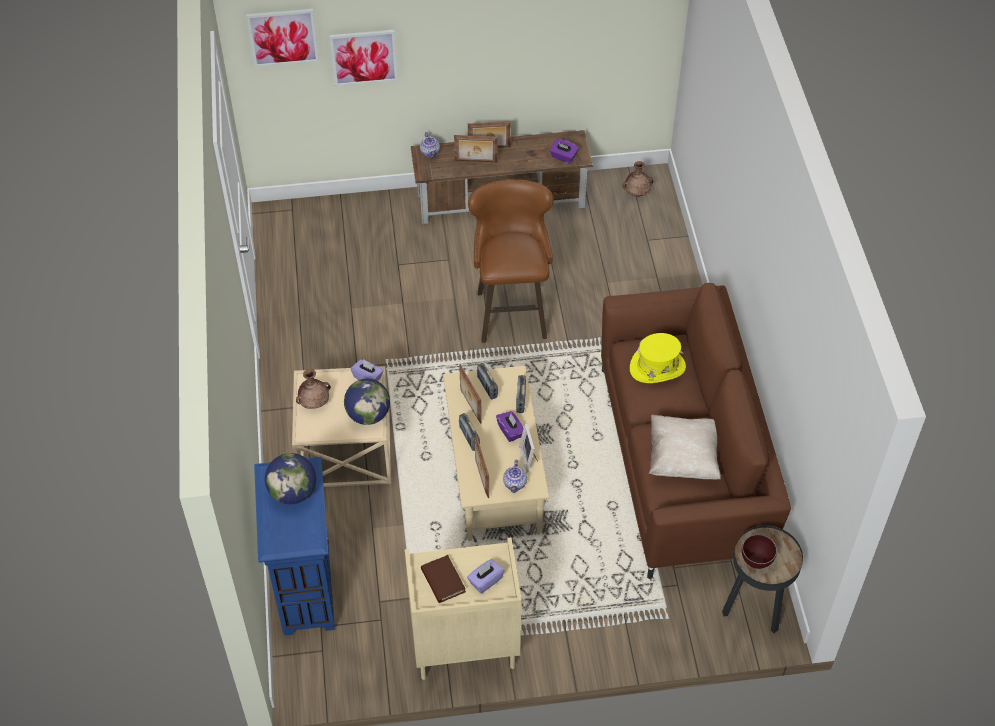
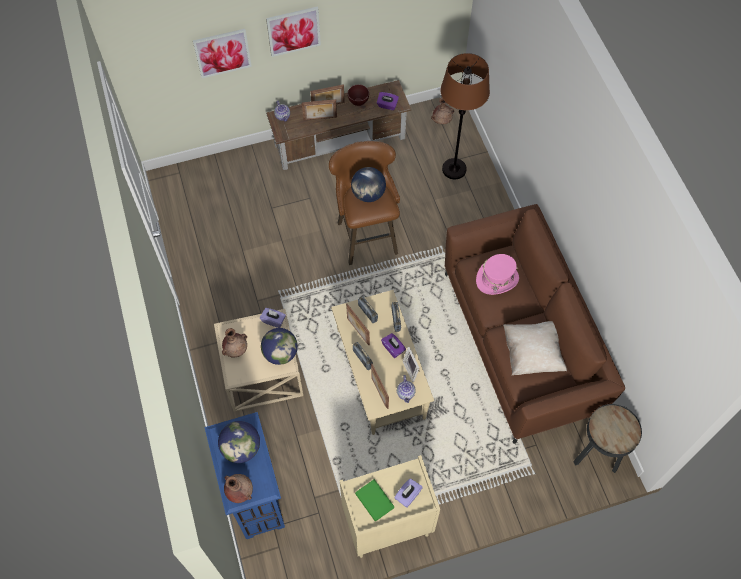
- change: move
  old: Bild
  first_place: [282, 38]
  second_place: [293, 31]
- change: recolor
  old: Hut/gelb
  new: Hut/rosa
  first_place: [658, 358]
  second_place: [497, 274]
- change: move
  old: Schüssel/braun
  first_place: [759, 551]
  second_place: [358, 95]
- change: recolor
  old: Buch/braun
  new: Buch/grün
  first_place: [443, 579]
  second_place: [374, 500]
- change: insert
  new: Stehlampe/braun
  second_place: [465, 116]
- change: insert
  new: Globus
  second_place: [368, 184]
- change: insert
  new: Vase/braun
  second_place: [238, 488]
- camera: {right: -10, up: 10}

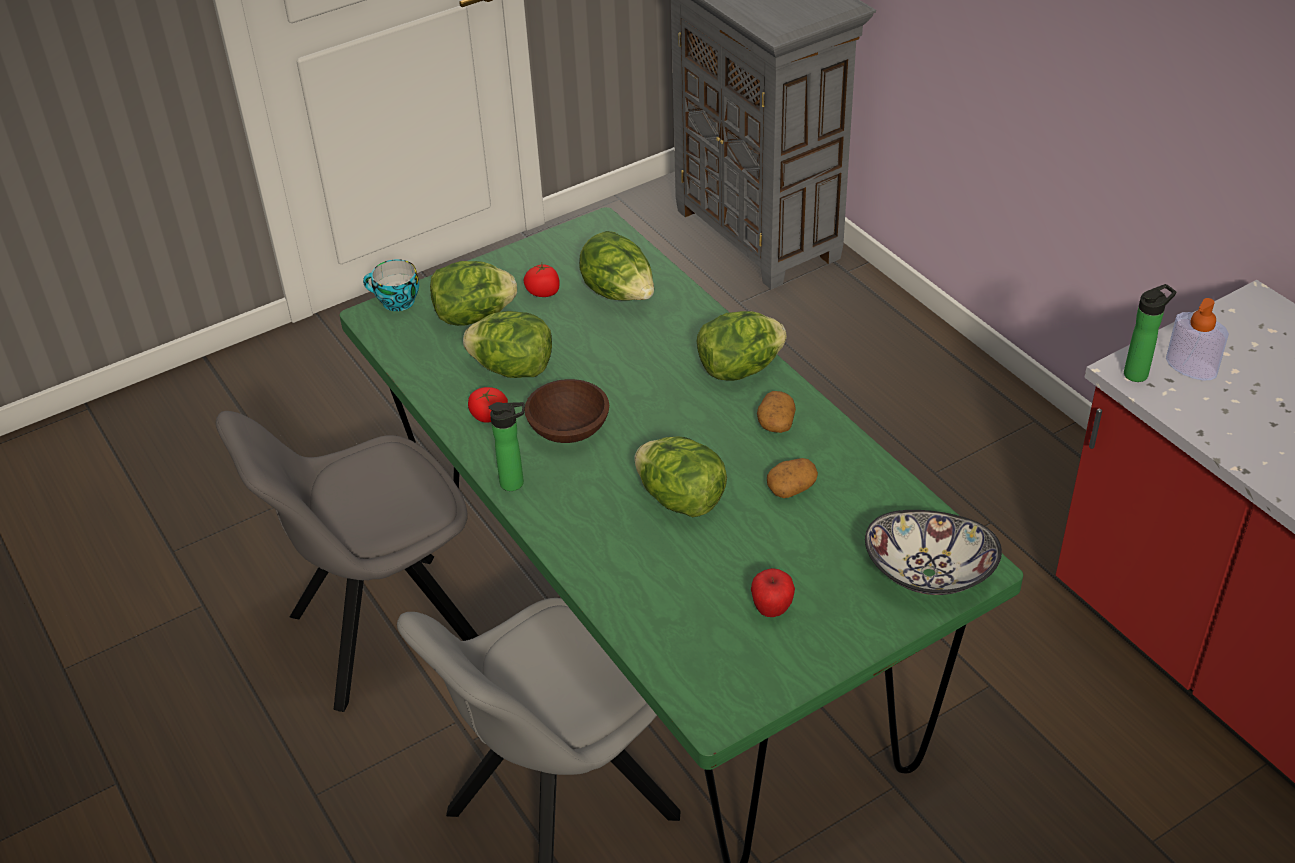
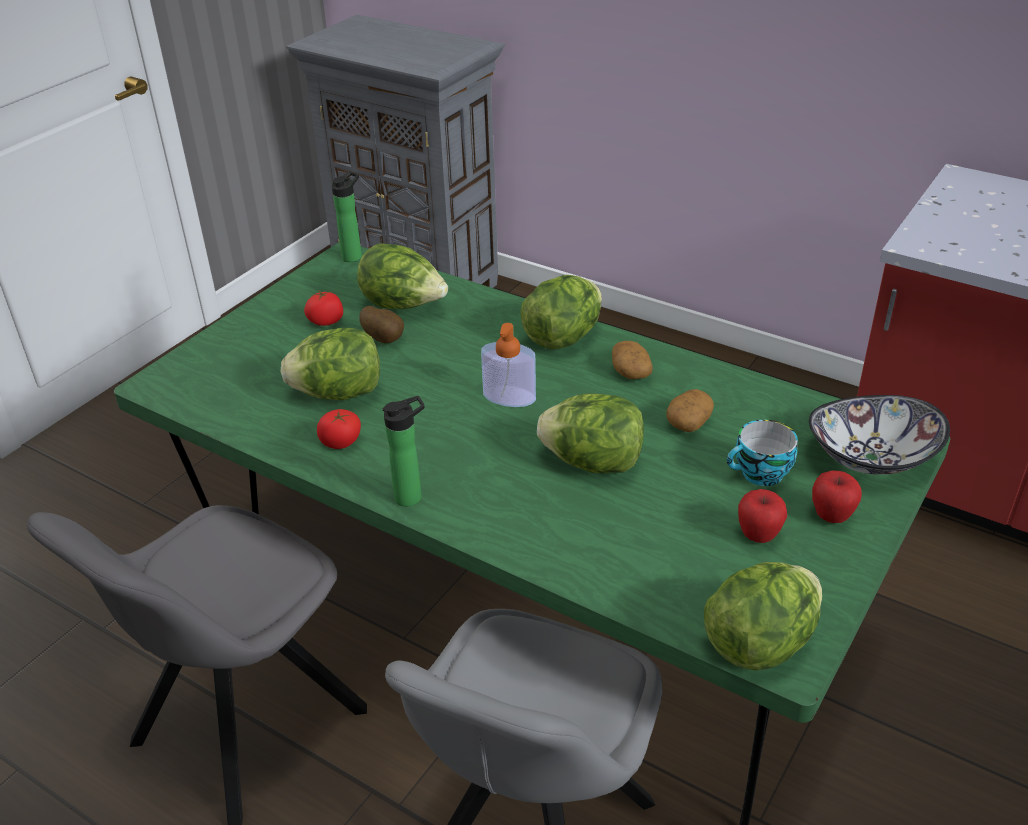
- change: move
  old: Tasse
  first_place: [391, 285]
  second_place: [762, 453]
- change: move
  old: Salatkopf
  first_place: [473, 293]
  second_place: [763, 616]
- change: move
  old: Flasche
  first_place: [1150, 333]
  second_place: [347, 217]
- change: move
  old: Seifenspender
  first_place: [1197, 339]
  second_place: [508, 365]
- change: delete
  old: Schüssel/braun
  first_place: [567, 411]
- change: insert
  new: Kartoffel
  second_place: [381, 324]
- change: insert
  new: Apfel
  second_place: [837, 497]
- camera: {right: -25, up: -5}

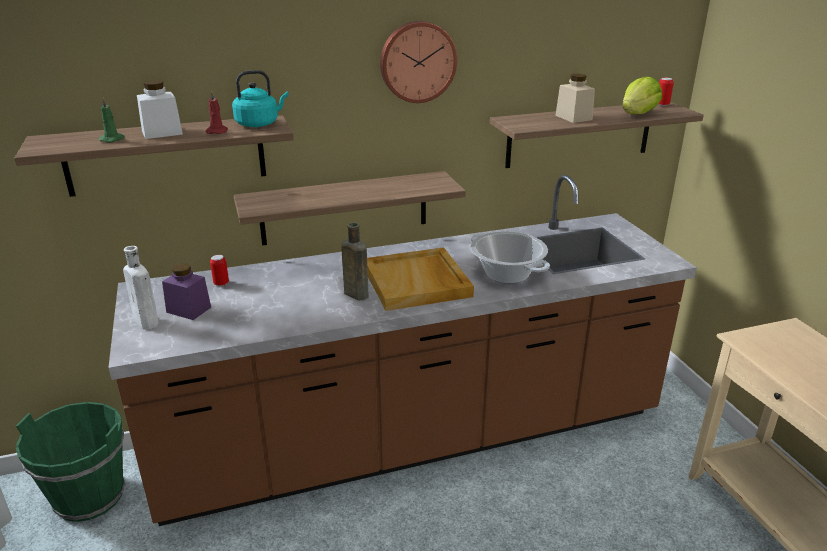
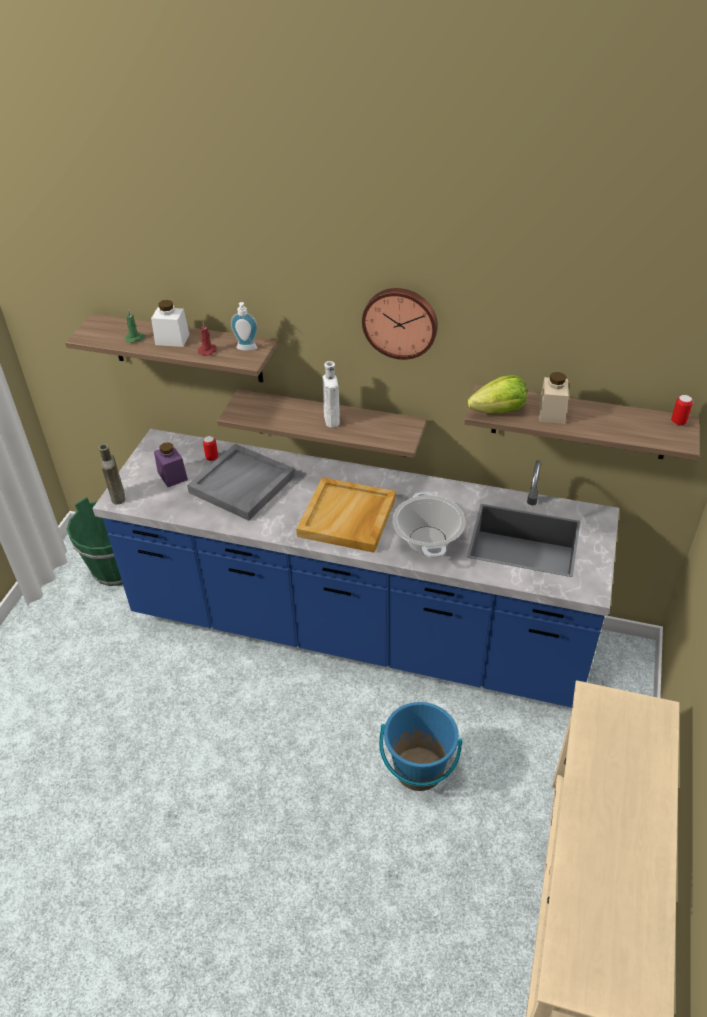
- change: replace
  old: Wasserkessel/türkis
  new: Seifenspender
  first_place: [260, 98]
  second_place: [244, 326]
- change: move
  old: Salatkopf
  first_place: [642, 95]
  second_place: [497, 394]
- change: recolor
  old: Küchenzeile/braun
  new: Küchenzeile/blau
  first_place: [402, 350]
  second_place: [355, 568]
- change: move
  old: Flasche/braun
  first_place: [354, 261]
  second_place: [112, 474]
- change: move
  old: Flasche/weiß
  first_place: [141, 288]
  second_place: [331, 394]
- change: insert
  new: Tablett/grau
  second_place: [241, 482]
- change: insert
  new: Eimer/blau
  second_place: [421, 746]
- camera: {right: 35, up: 15}

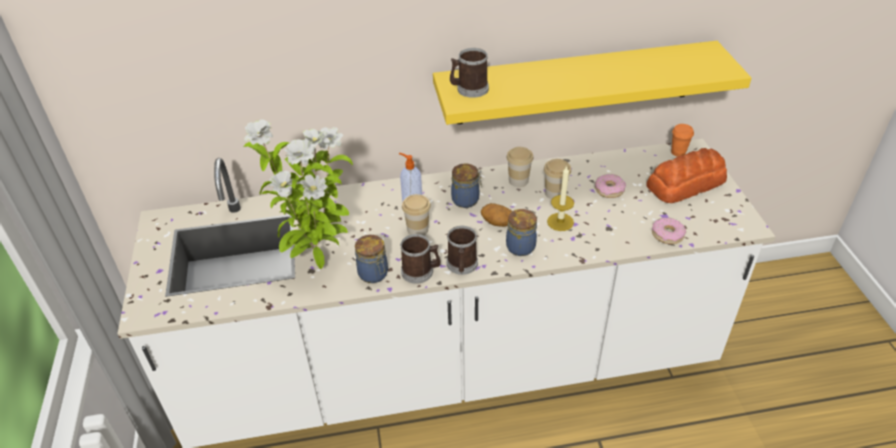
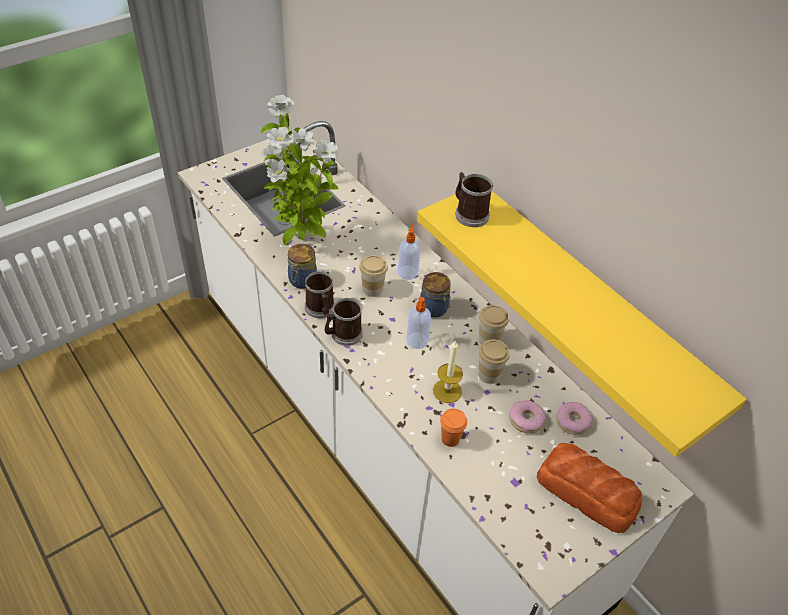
- change: move
  old: Tasse/orange
  first_place: [682, 140]
  second_place: [453, 427]
- change: replace
  old: Kartoffel
  new: Seifenspender
  first_place: [496, 215]
  second_place: [418, 323]
- change: delete
  old: Vorratsglas
  first_place: [521, 232]
- change: move
  old: Donut
  first_place: [669, 231]
  second_place: [574, 418]
- camera: {right: 60, up: 5}

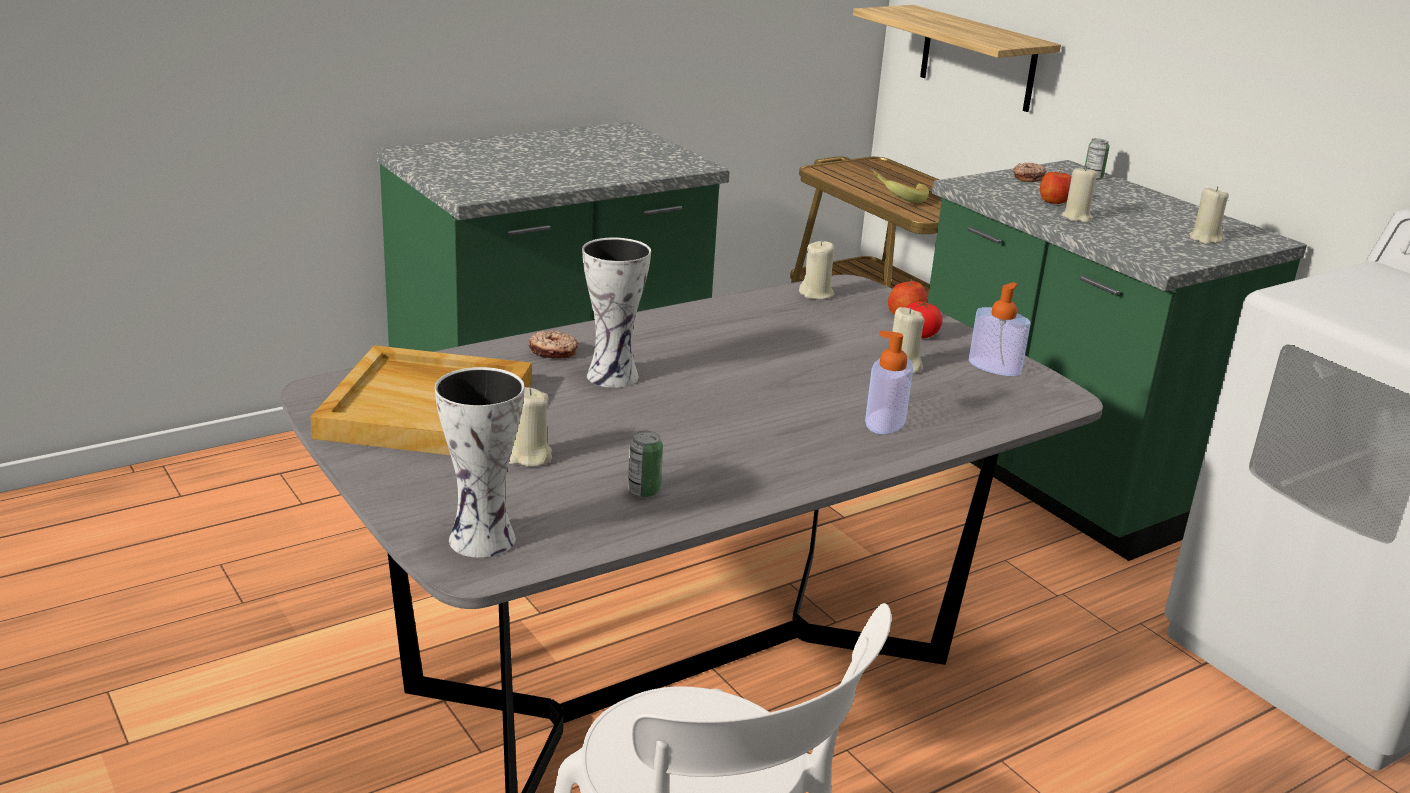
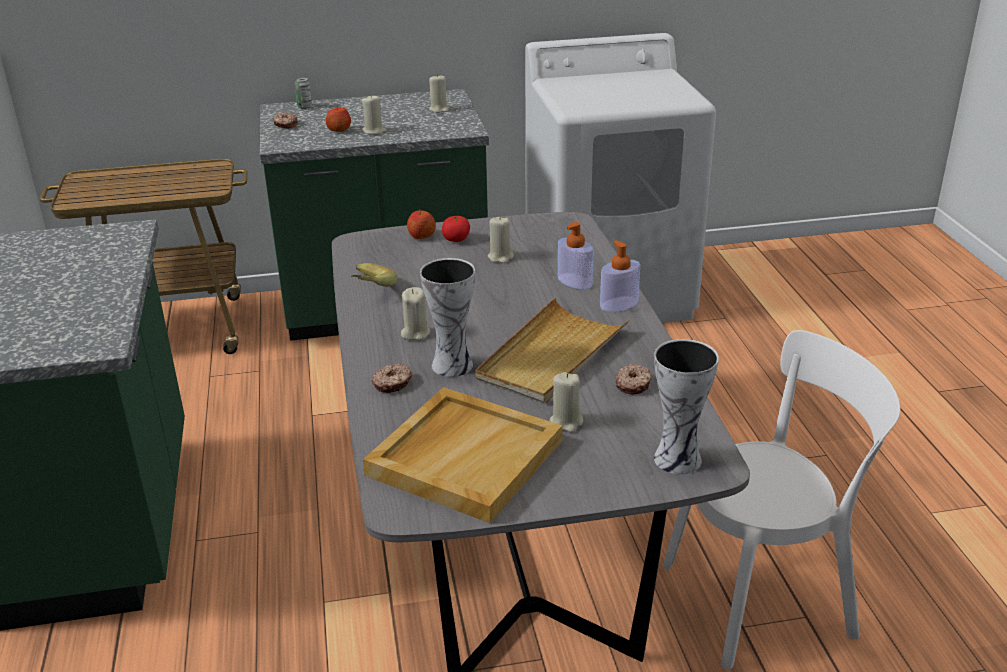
- change: delete
  old: Wandregal
  first_place: [957, 58]
- change: move
  old: Banane
  first_place: [899, 185]
  second_place: [374, 275]
- change: move
  old: Kerze/beige
  first_place: [816, 270]
  second_place: [415, 313]
- change: move
  old: Seifenspender
  first_place: [1000, 329]
  second_place: [620, 276]
- change: replace
  old: Dose
  new: Donut
  first_place: [645, 464]
  second_place: [633, 379]
- change: insert
  new: Tablett/beige
  second_place: [552, 350]
- camera: {right: -65, up: 5}

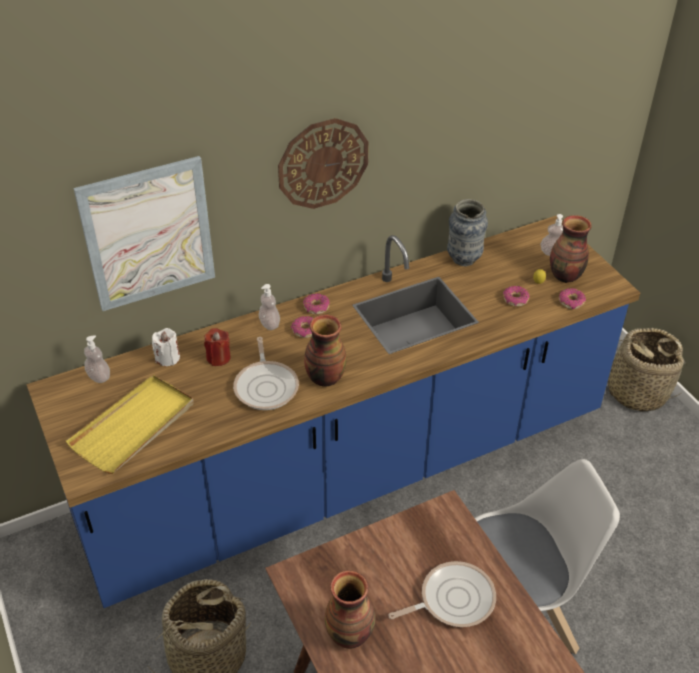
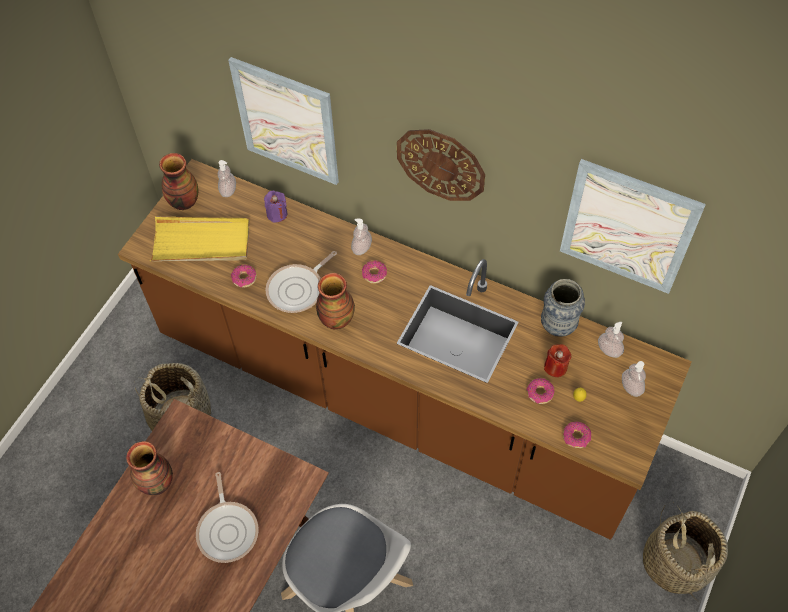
- change: recolor
  old: Küchenzeile/blau
  new: Küchenzeile/braun
  first_place: [333, 411]
  second_place: [405, 349]
- change: move
  old: Vase
  first_place: [571, 249]
  second_place: [178, 181]
- change: move
  old: Donut
  first_place: [316, 304]
  second_place: [243, 276]
- change: recolor
  old: Kerze/weiß
  new: Kerze/lila
  first_place: [166, 347]
  second_place: [275, 207]
- change: move
  old: Kerze/rot
  first_place: [217, 347]
  second_place: [557, 360]
- change: rotate
  old: Pfanne
  first_place: [442, 594]
  second_place: [227, 517]
  degrees: 45
- change: insert
  new: Bild
  second_place: [633, 226]
- change: insert
  new: Seifenspender
  second_place: [611, 340]
- camera: {right: 55, up: 15}

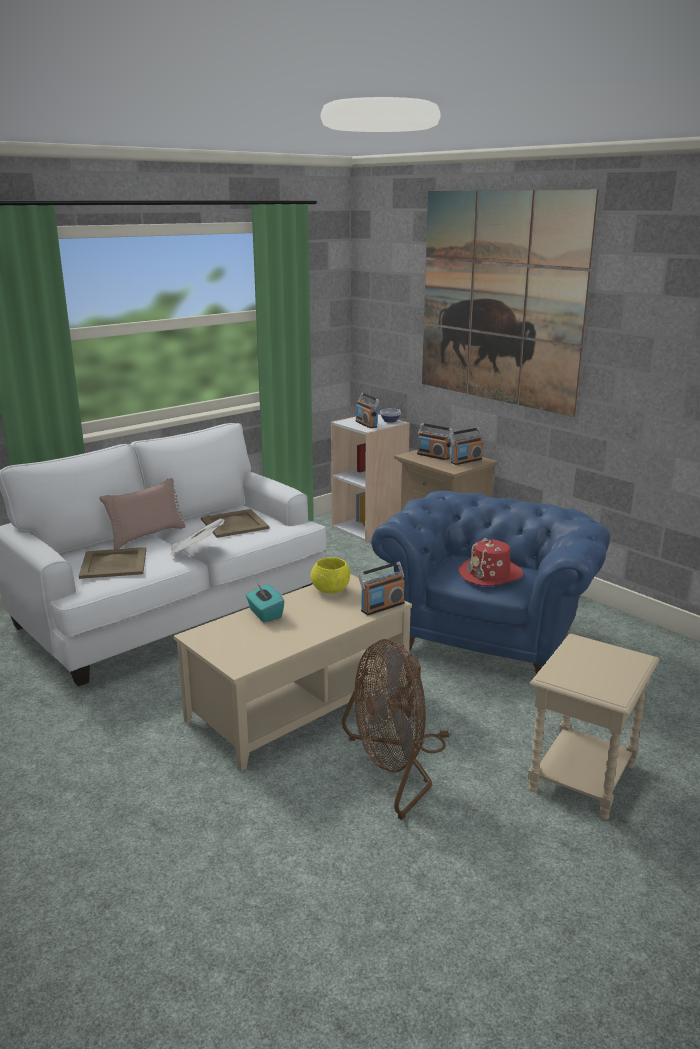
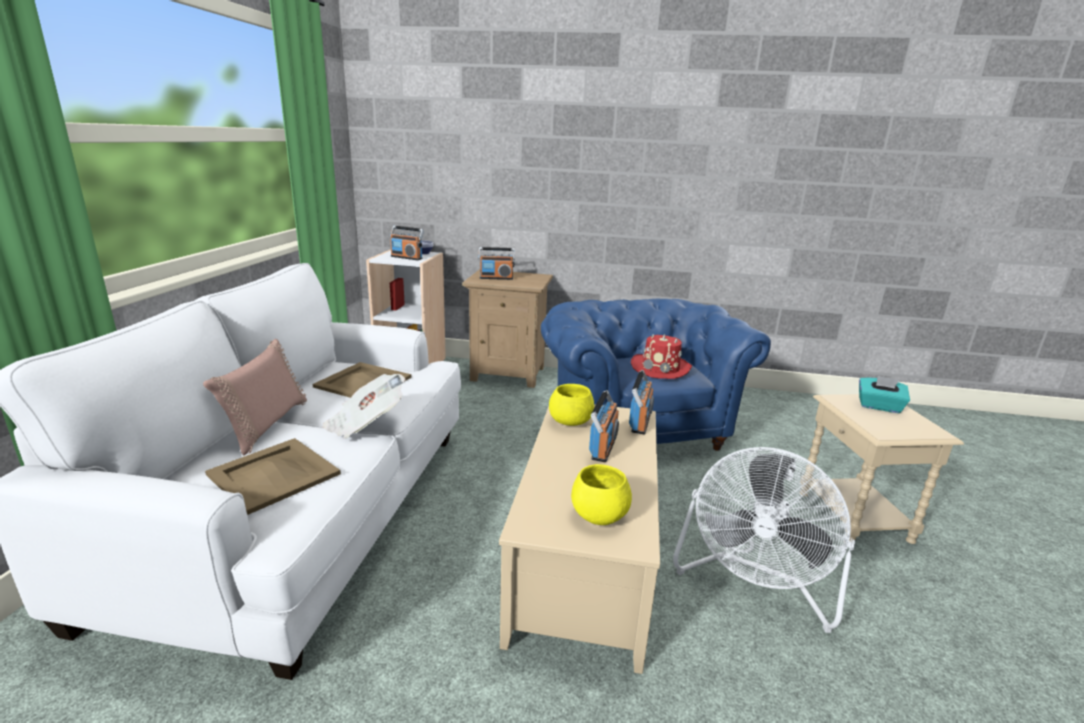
- change: delete
  old: Bild
  first_place: [510, 303]
- change: move
  old: Radio
  first_place: [466, 446]
  second_place: [604, 426]
- change: move
  old: Taschentuchbox/türkis
  first_place: [265, 602]
  second_place: [884, 394]
- change: recolor
  old: Ventilator/braun
  new: Ventilator/weiß
  first_place: [396, 729]
  second_place: [764, 540]
- change: insert
  new: Schüssel/gelb
  second_place: [601, 494]
- camera: {right: -40, up: 0}

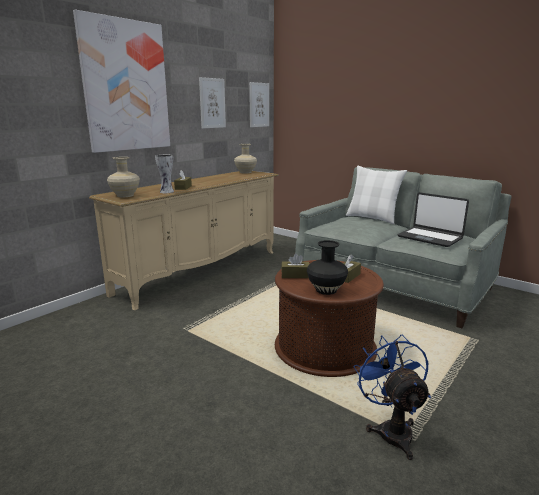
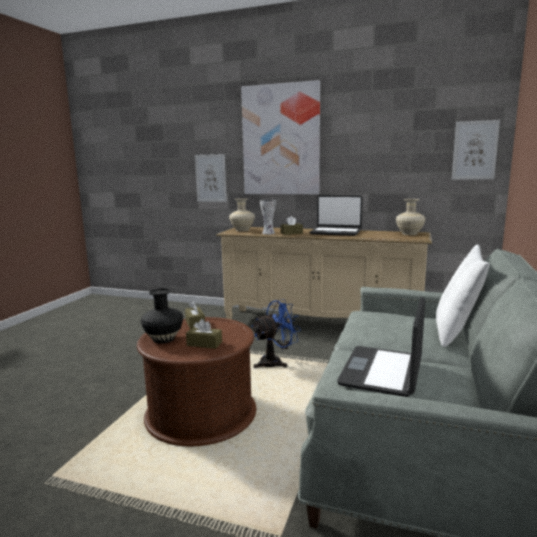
- change: move
  old: Bild
  first_place: [212, 103]
  second_place: [211, 178]
- change: move
  old: Ventilator/blau
  first_place: [392, 397]
  second_place: [276, 333]
- change: insert
  new: Laptop
  second_place: [336, 215]
- camera: {right: 70, up: -5}

